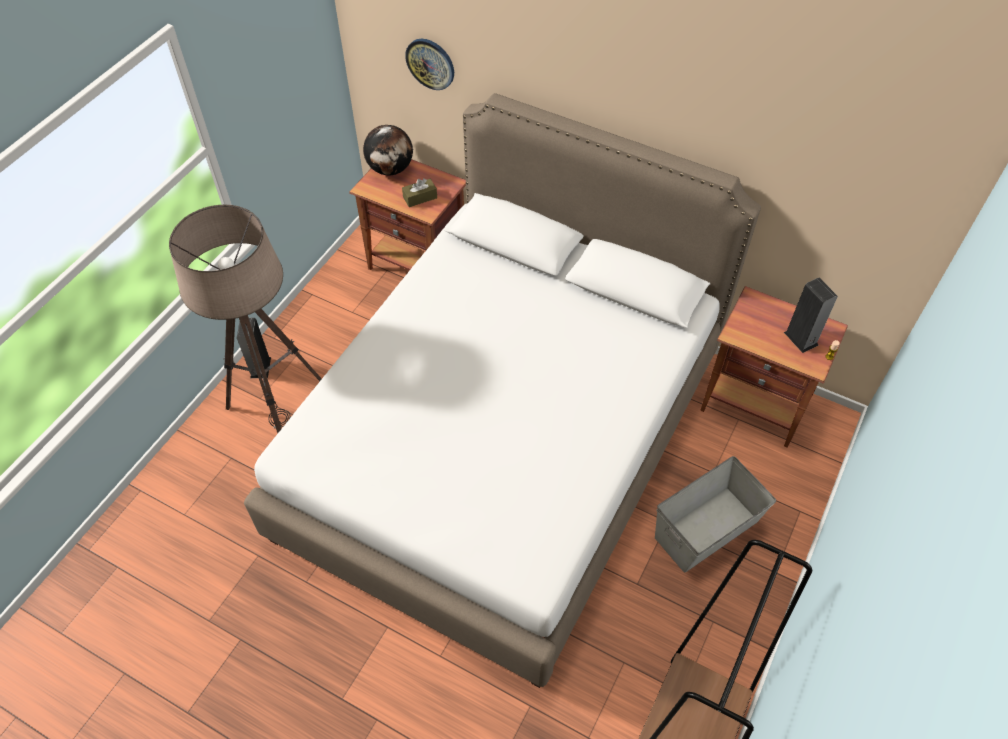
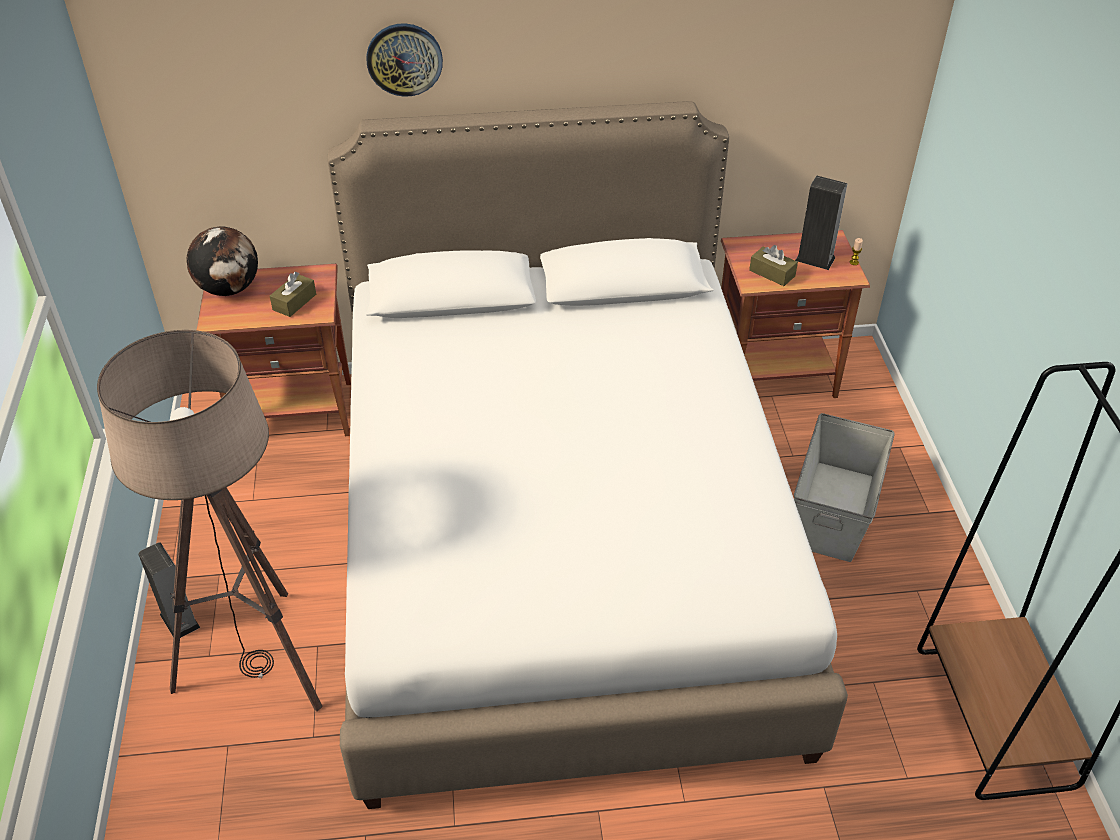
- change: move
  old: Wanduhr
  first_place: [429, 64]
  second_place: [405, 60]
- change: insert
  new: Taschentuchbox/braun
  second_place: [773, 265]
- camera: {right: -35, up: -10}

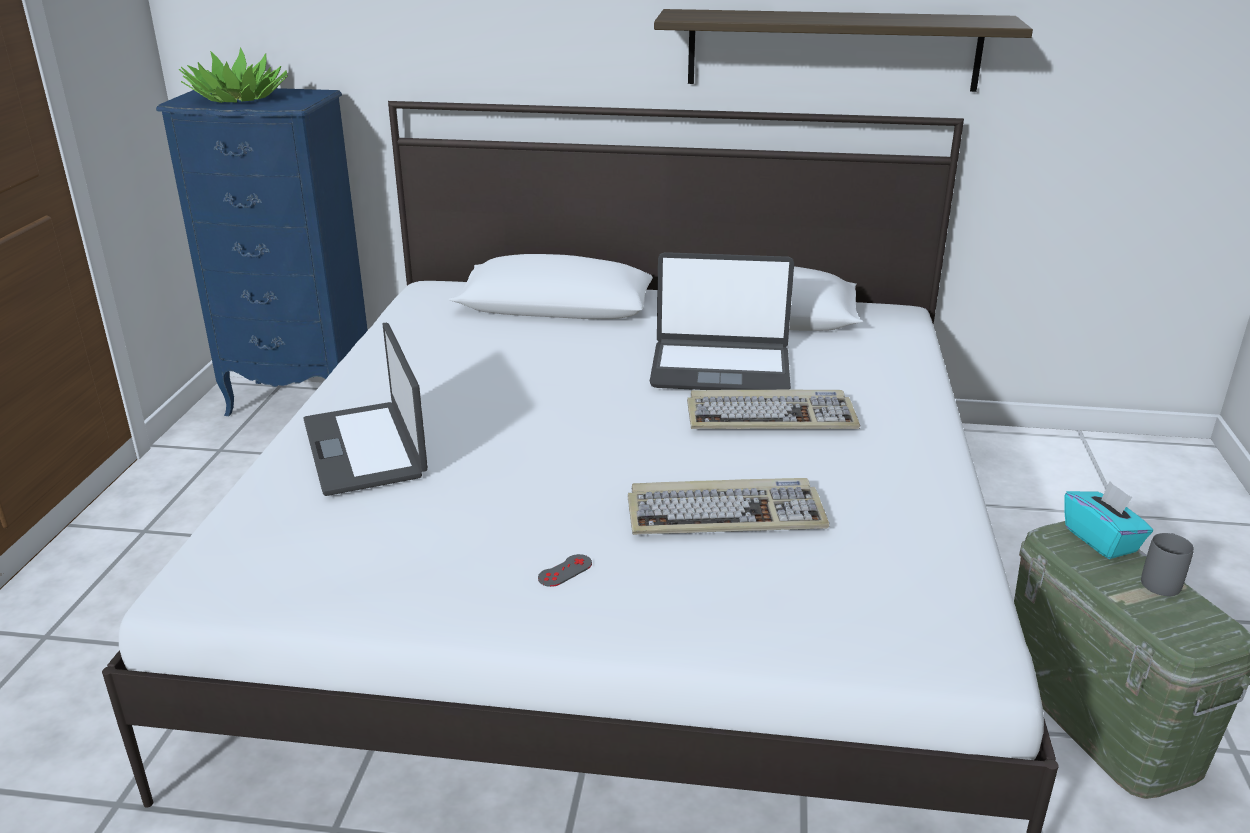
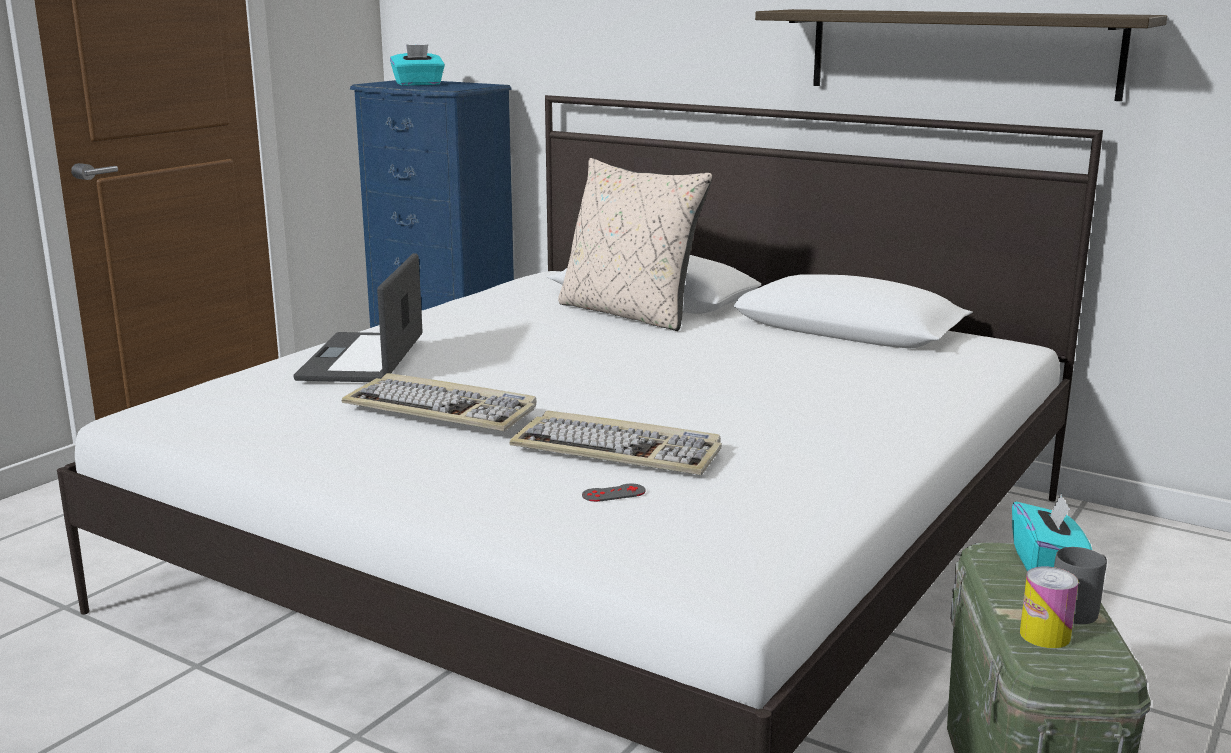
- change: replace
  old: Topfpflanze
  new: Taschentuchbox/türkis
  first_place: [233, 75]
  second_place: [417, 65]
- change: delete
  old: Laptop
  first_place: [722, 321]
- change: move
  old: Tastatur
  first_place: [773, 409]
  second_place: [439, 402]
- change: move
  old: Gamepad/grau
  first_place: [565, 570]
  second_place: [613, 493]
- change: insert
  new: Kissen/beige
  second_place: [635, 244]
- change: insert
  new: Dose
  second_place: [1049, 607]
- camera: {right: 25, up: -10}

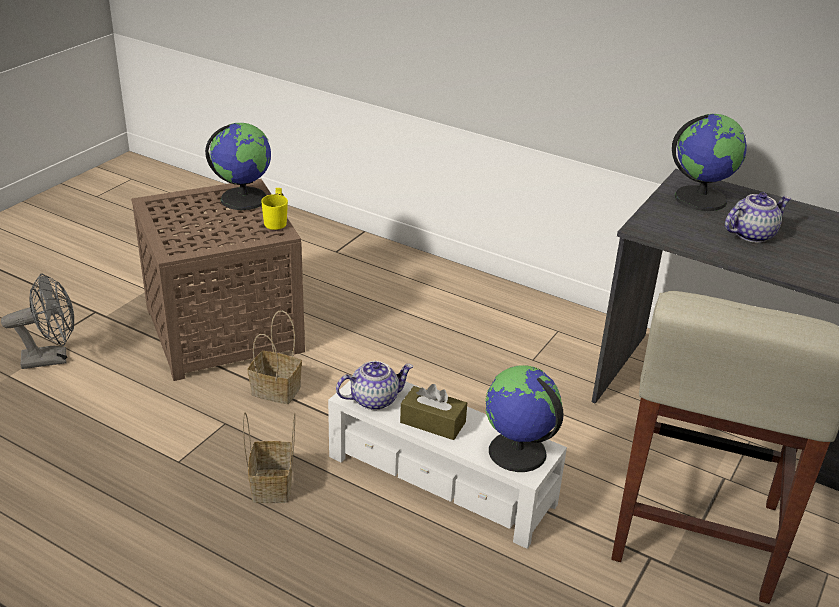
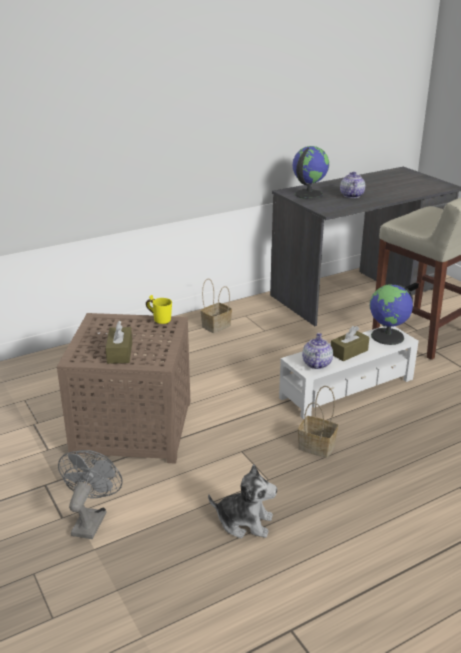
- change: delete
  old: Globus
  first_place: [238, 166]
- change: move
  old: Korb
  first_place: [275, 357]
  second_place: [216, 306]
- change: insert
  new: Taschentuchbox/braun
  second_place: [118, 342]
- change: insert
  new: Plüschtier
  second_place: [242, 501]
- camera: {right: -60, up: -5}

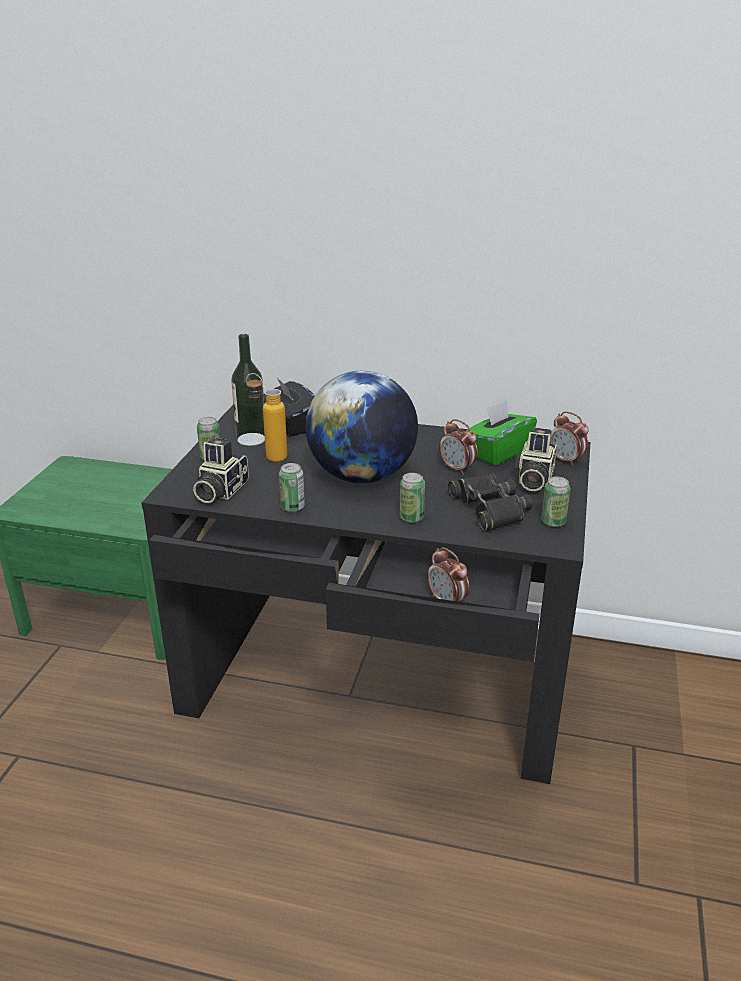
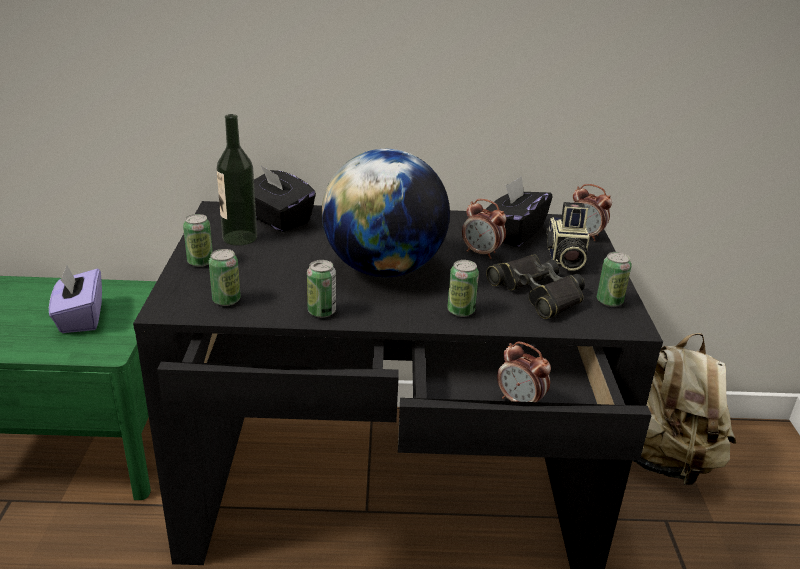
- change: delete
  old: Flasche
  first_place: [266, 417]
- change: recolor
  old: Taschentuchbox/grün
  new: Taschentuchbox/schwarz
  first_place: [501, 433]
  second_place: [519, 211]
- change: replace
  old: Kamera
  new: Dose
  first_place: [221, 470]
  second_place: [225, 277]
- change: insert
  new: Taschentuchbox/lila
  second_place: [75, 299]
- change: insert
  new: Rucksack/beige
  second_place: [684, 409]
- camera: {right: -15, up: 0}

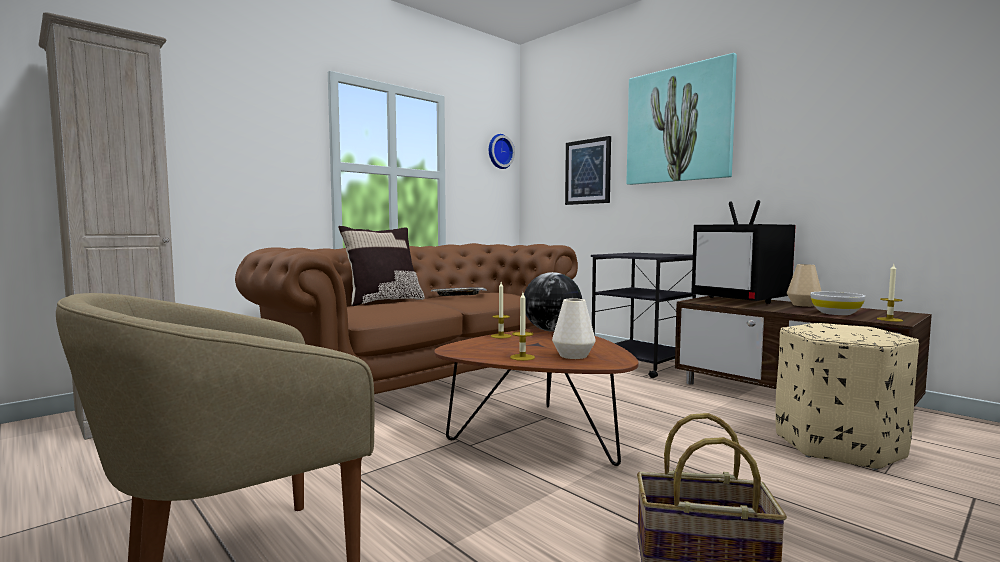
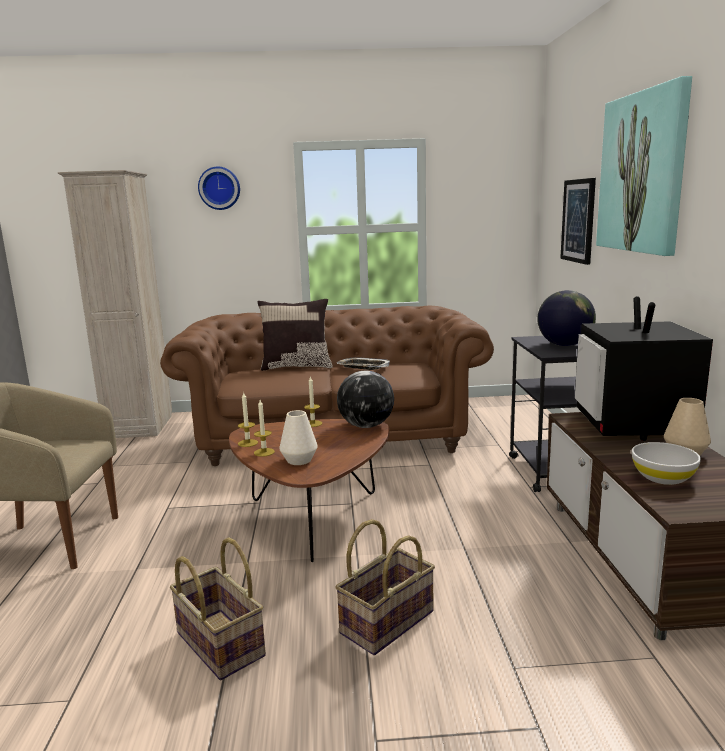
- change: move
  old: Wanduhr
  first_place: [502, 151]
  second_place: [219, 188]
- change: move
  old: Kerze
  first_place: [890, 293]
  second_place: [248, 419]
- change: delete
  old: Polsterhocker/beige
  first_place: [847, 396]
- change: insert
  new: Globus
  second_place: [566, 318]
- change: insert
  new: Korb
  second_place: [385, 587]
- camera: {right: 40, up: 10}

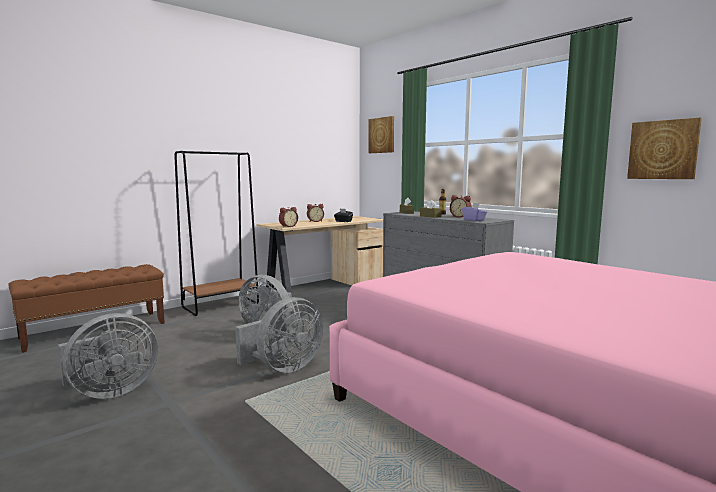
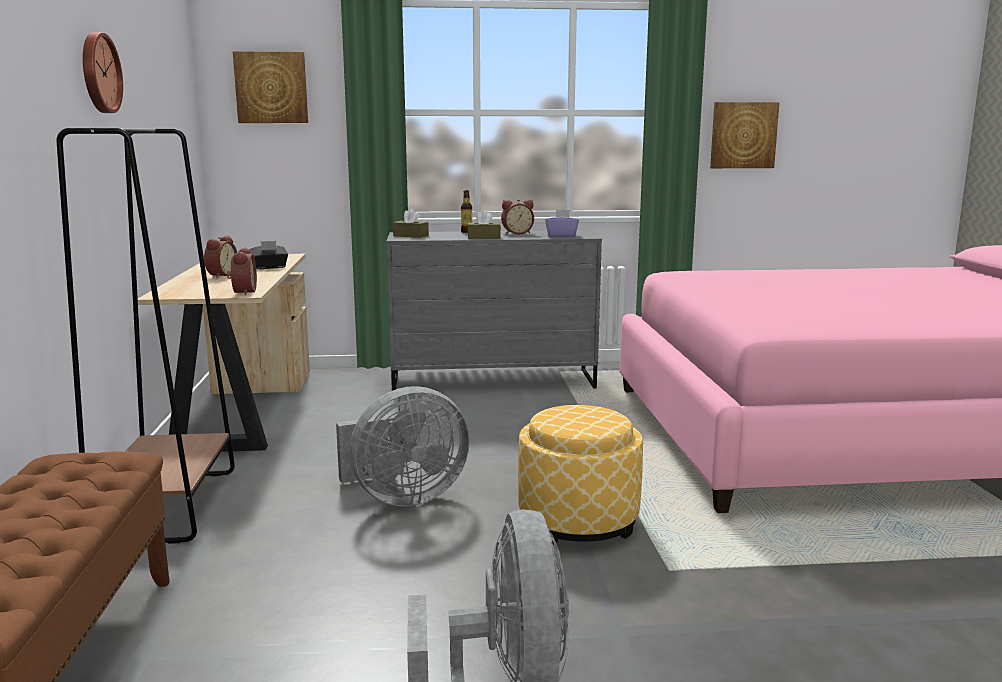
- change: replace
  old: Ventilator/grau
  new: Polsterhocker
  first_place: [279, 335]
  second_place: [580, 474]
- change: insert
  new: Wanduhr
  second_place: [103, 72]
- camera: {right: -55, up: 5}

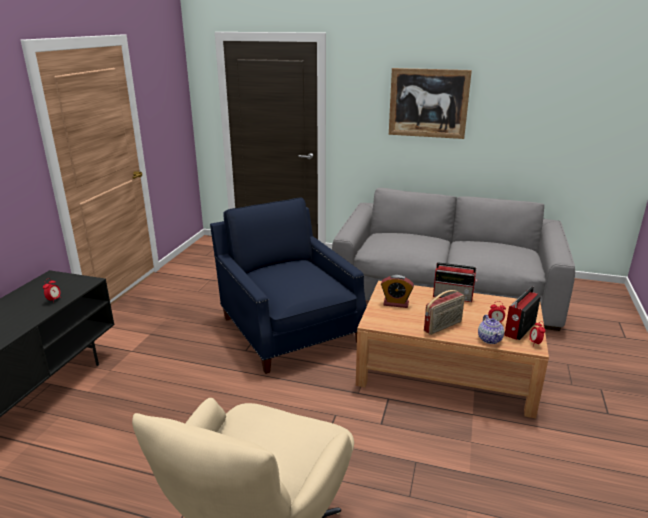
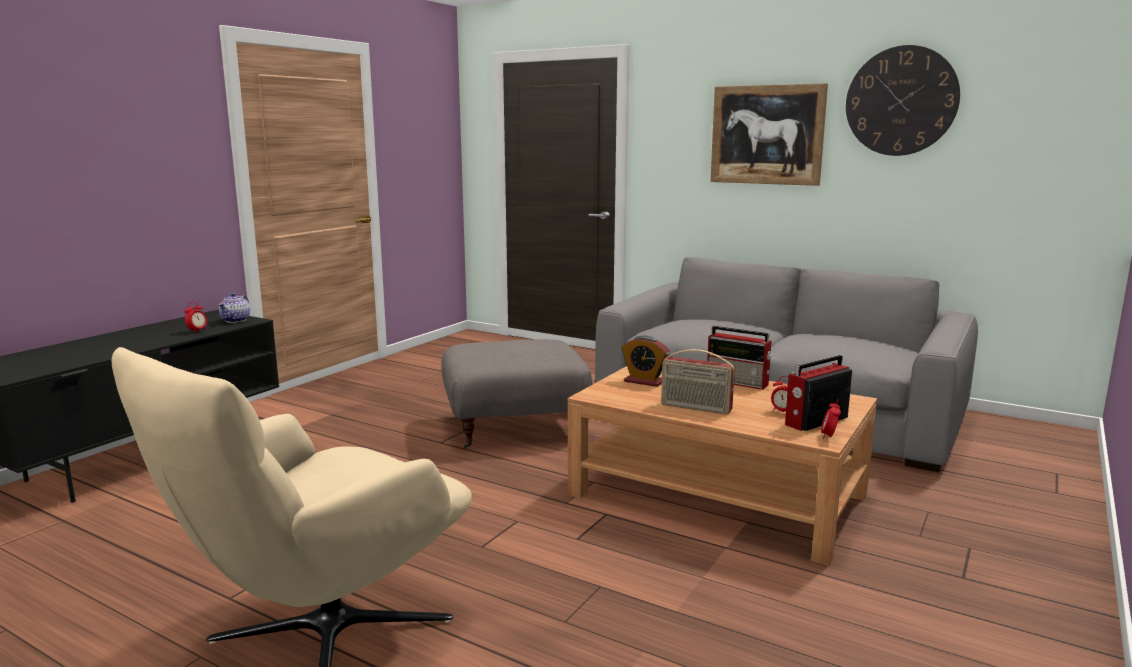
- change: replace
  old: Sessel/blau
  new: Polsterhocker/grau
  first_place: [288, 285]
  second_place: [516, 393]
- change: rotate
  old: Radio
  first_place: [444, 312]
  second_place: [698, 381]
  degrees: 45
- change: move
  old: Teekanne
  first_place: [491, 329]
  second_place: [234, 308]
- change: insert
  new: Wanduhr
  second_place: [903, 100]
- camera: {right: 15, up: -10}

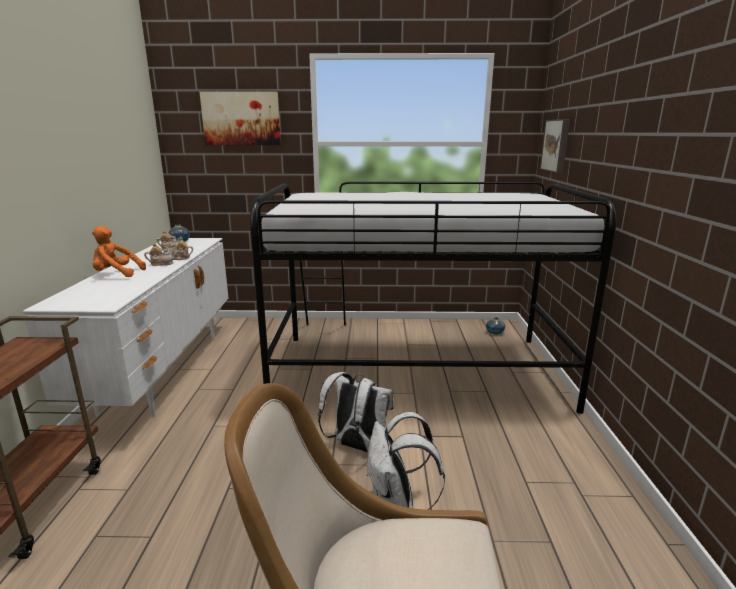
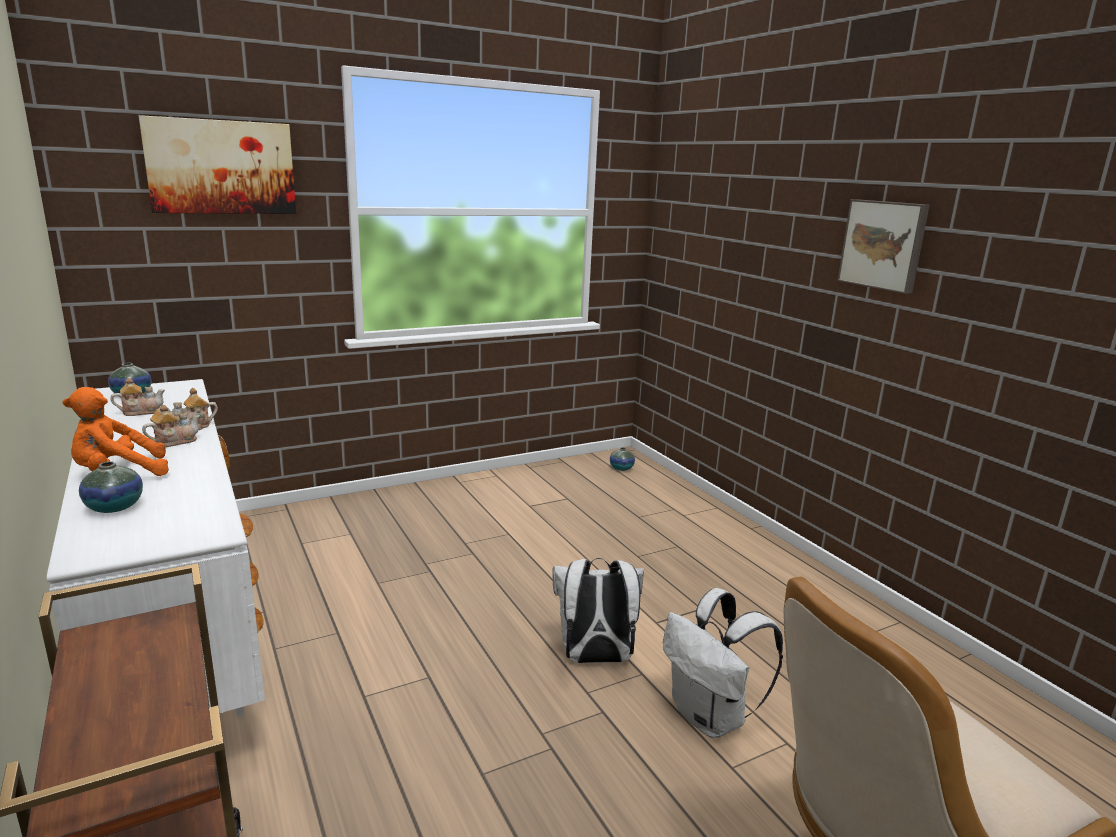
- change: move
  old: Bild
  first_place: [555, 146]
  second_place: [883, 246]
- change: delete
  old: Bett/schwarz
  first_place: [433, 298]
- change: insert
  new: Vase
  second_place: [111, 487]
- camera: {right: -30, up: 0}

